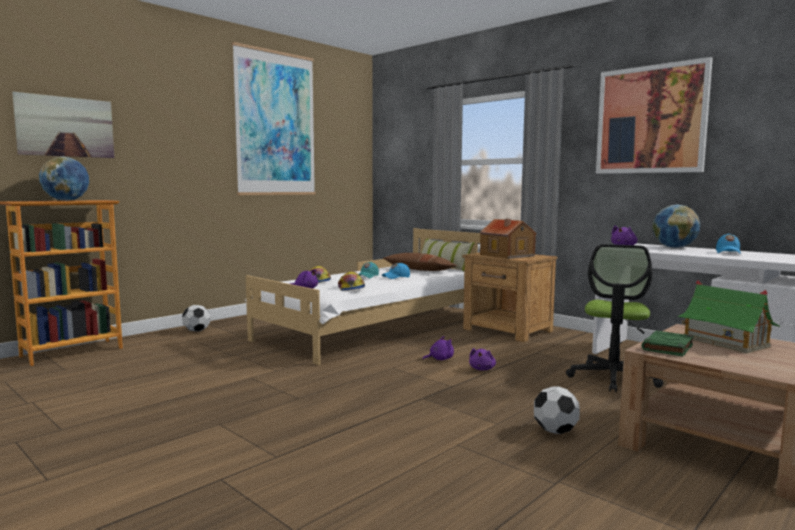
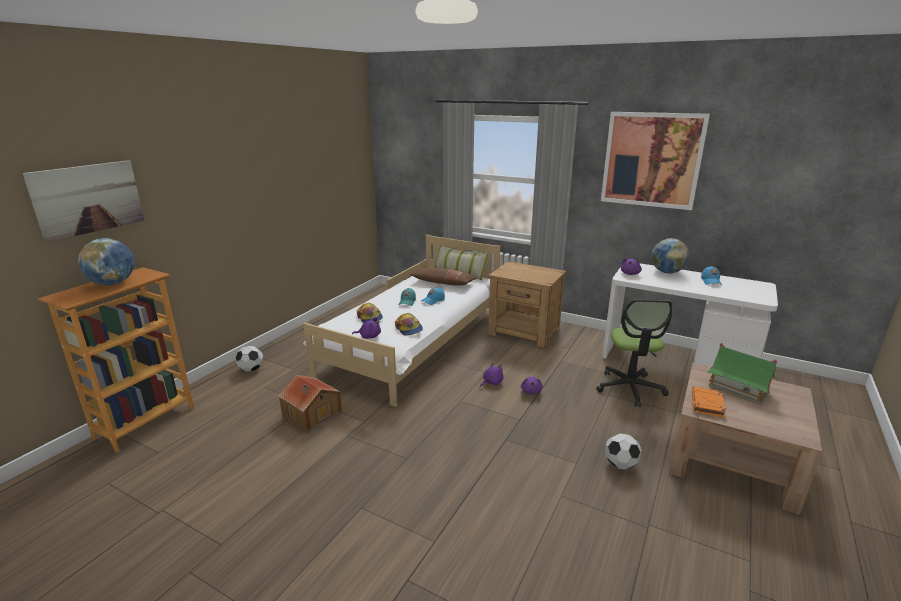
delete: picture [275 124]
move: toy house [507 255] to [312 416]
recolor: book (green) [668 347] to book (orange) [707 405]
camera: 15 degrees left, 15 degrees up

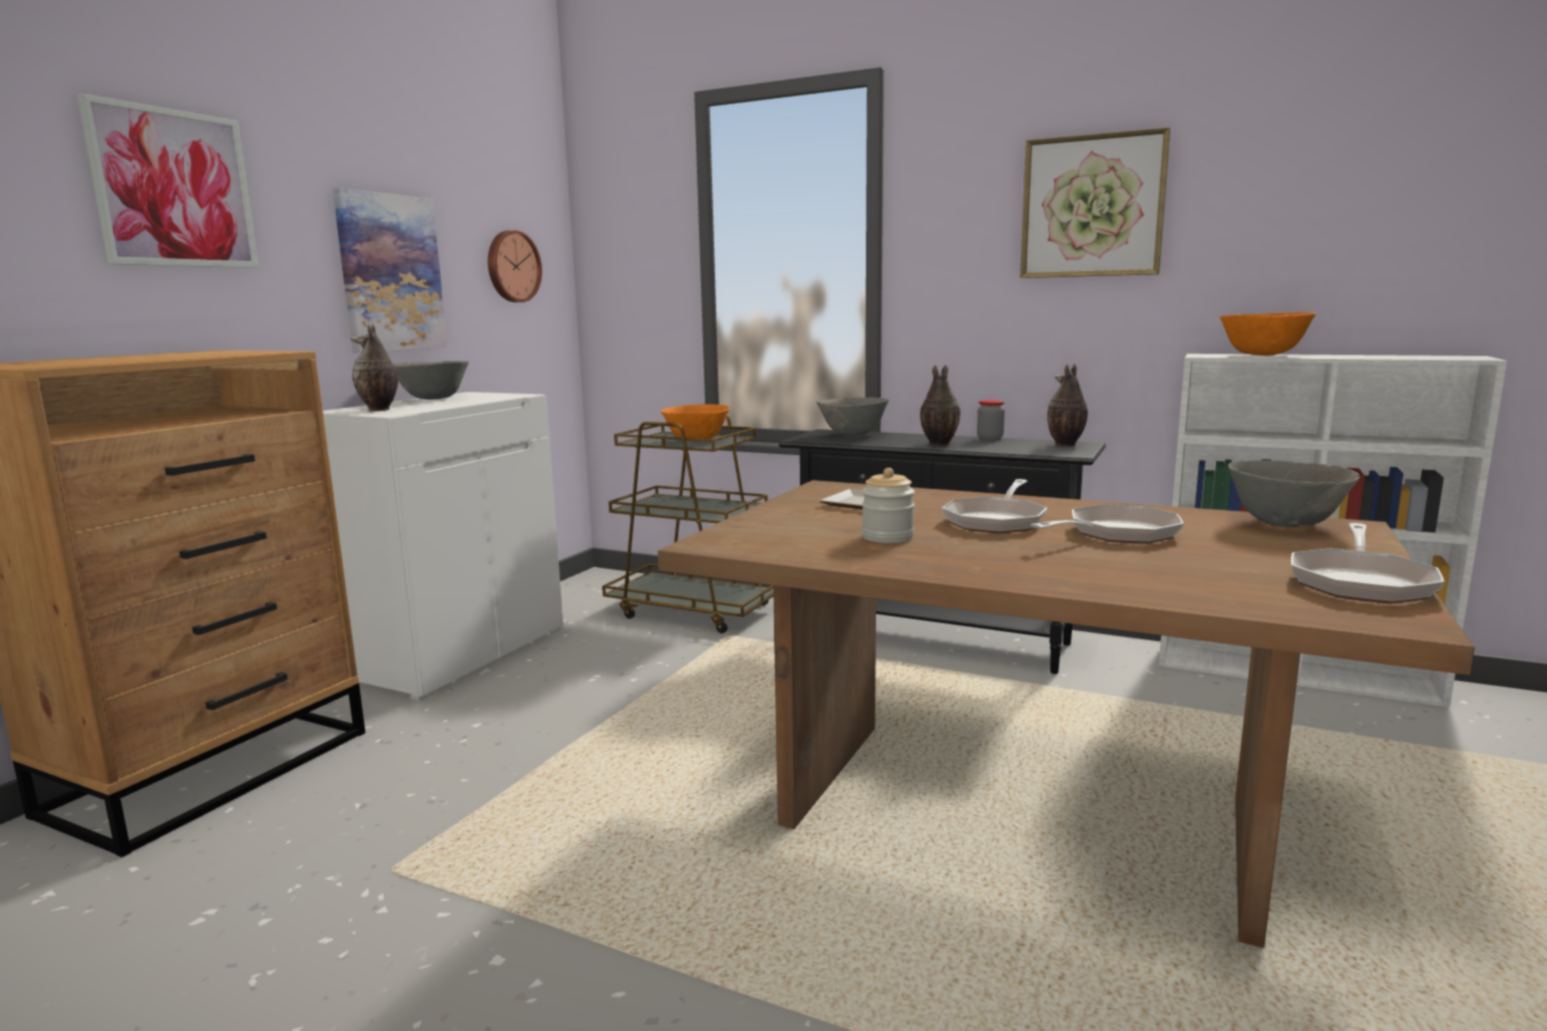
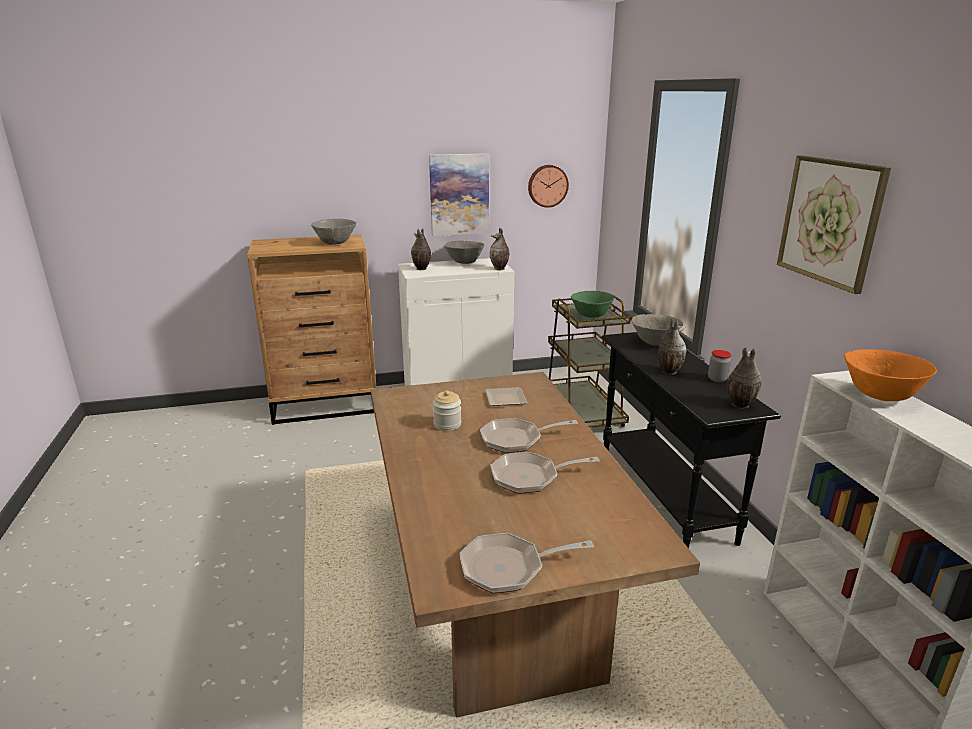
delete: picture [173 188]
insert: vase [499 269]
move: bowl (grey) [1284 523] to [335 243]
recolor: bowl (orange) [696 441] to bowl (green) [591 316]
rotate: frying pan [1116 534] = [530 477] 150 degrees clockwise
camera: 50 degrees right, 10 degrees up

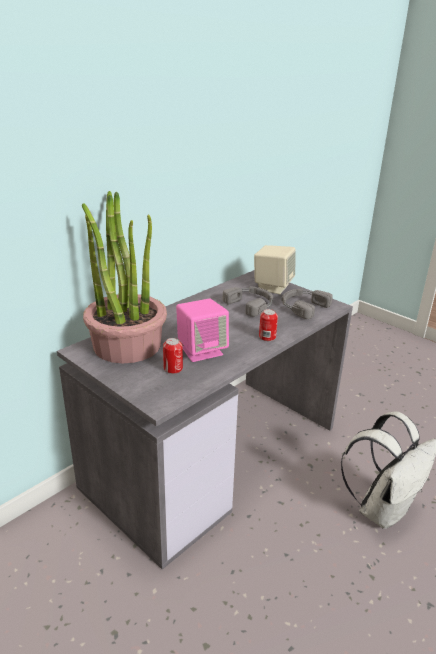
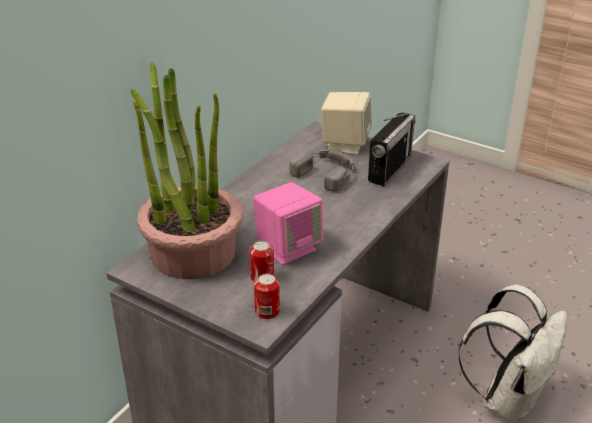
move: can [267 337] to [267 311]
replace: headphones (grey) [302 306] to radio [390 169]
camera: 10 degrees left, 5 degrees up

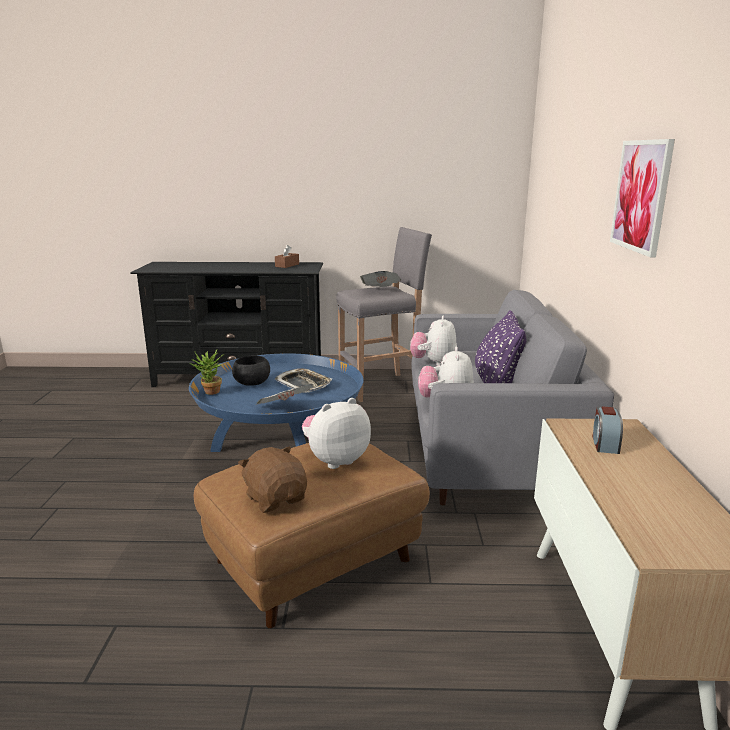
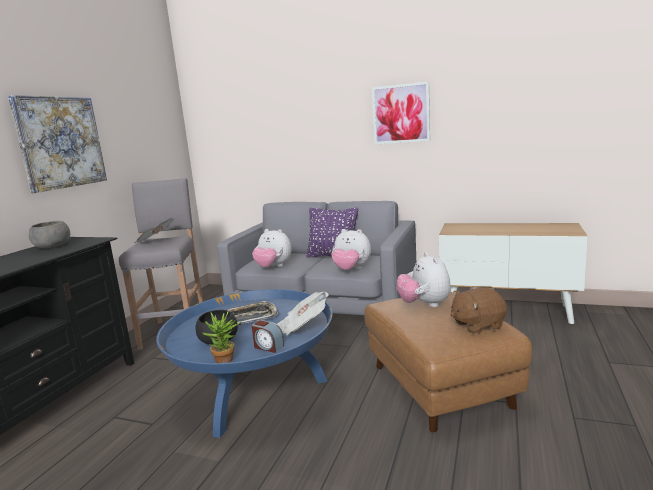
insert: picture [60 142]
move: alarm clock [605 444] to [268 347]
replace: tissue box (brown) [287 265] to bowl (grey) [52 246]
camera: 70 degrees left, 5 degrees down

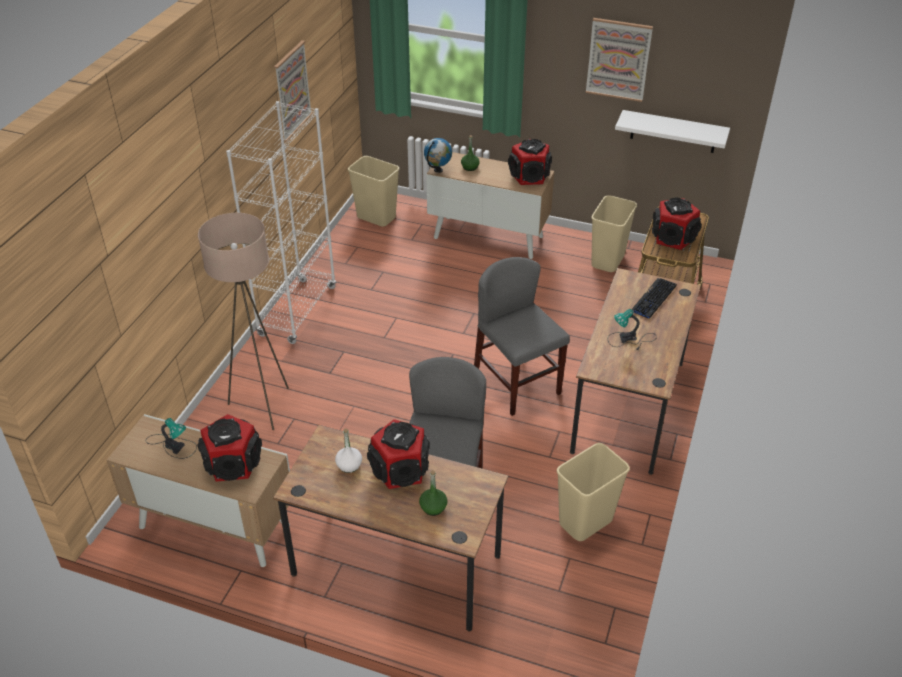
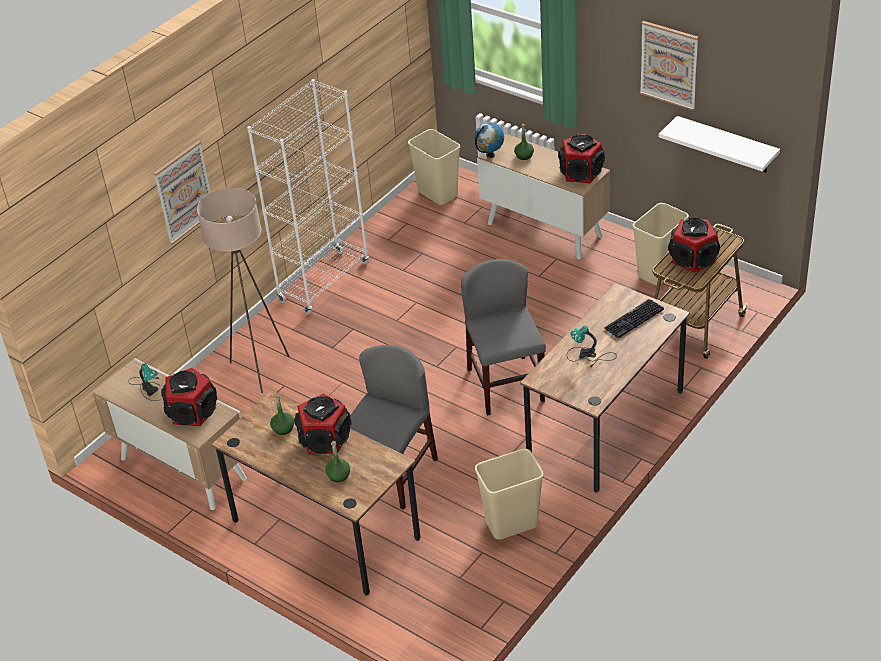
move: picture [292 91] to [183 192]
recolor: bottle (white) [349 465] to bottle (green) [283 428]
camera: 20 degrees right, 0 degrees up

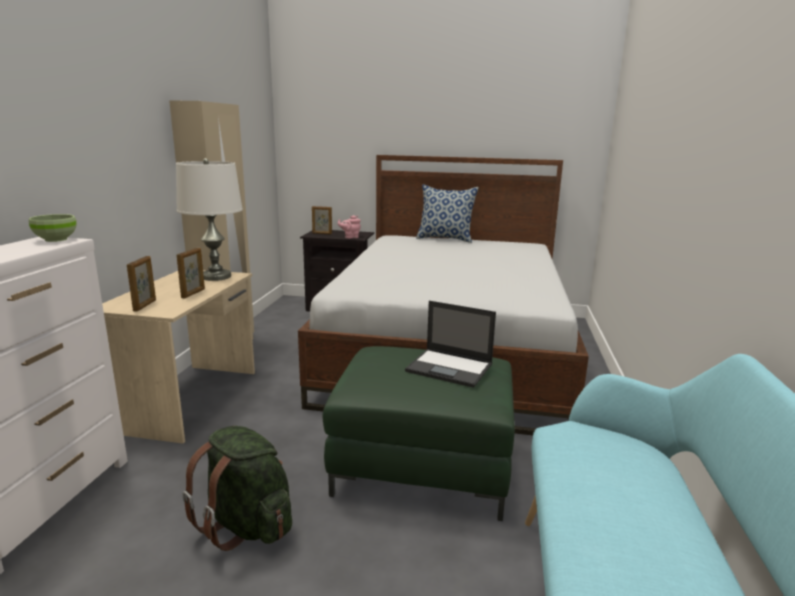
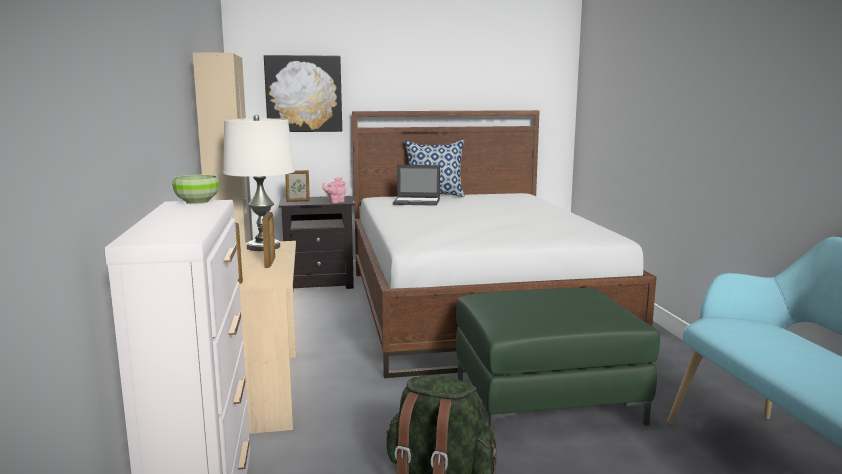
insert: picture [303 94]
move: laptop [450 368] to [417 202]
camera: 20 degrees left, 5 degrees down

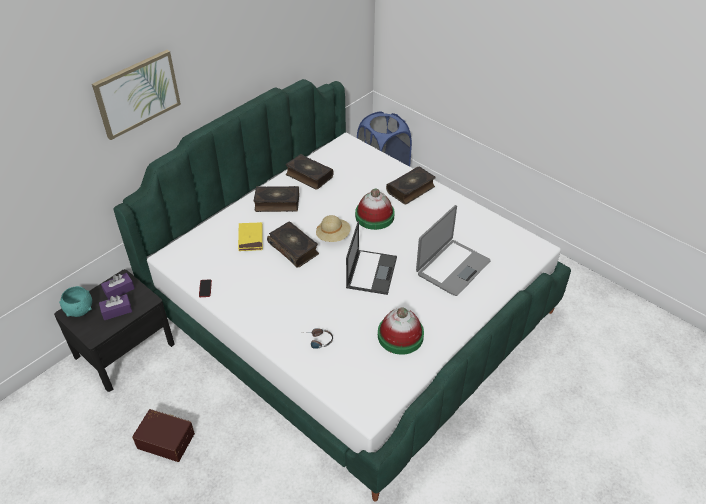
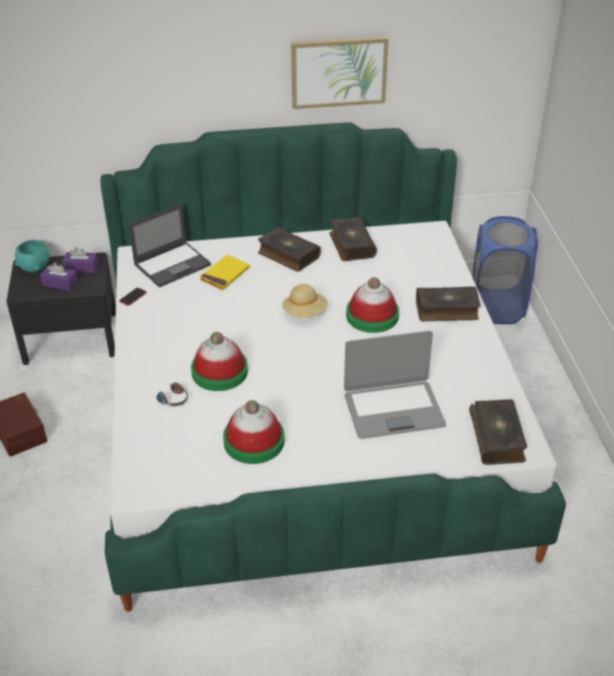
insert: hat [219 372]
move: picture [137 93] to [338 72]; book [294 249] to [497 438]; laptop [371 272] to [173 264]
camera: 40 degrees right, 5 degrees down

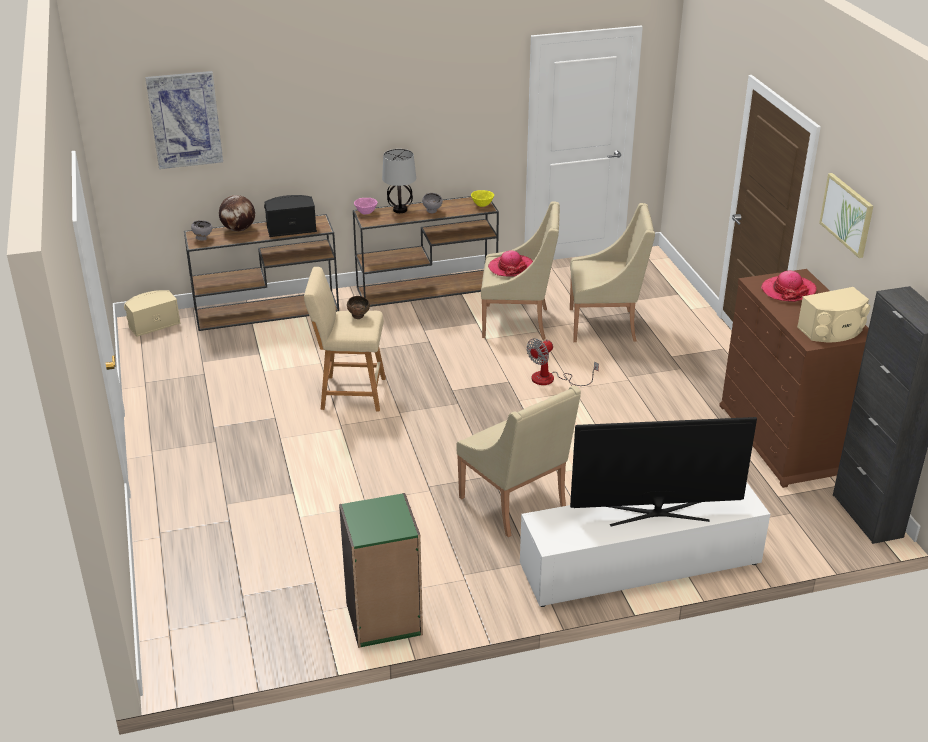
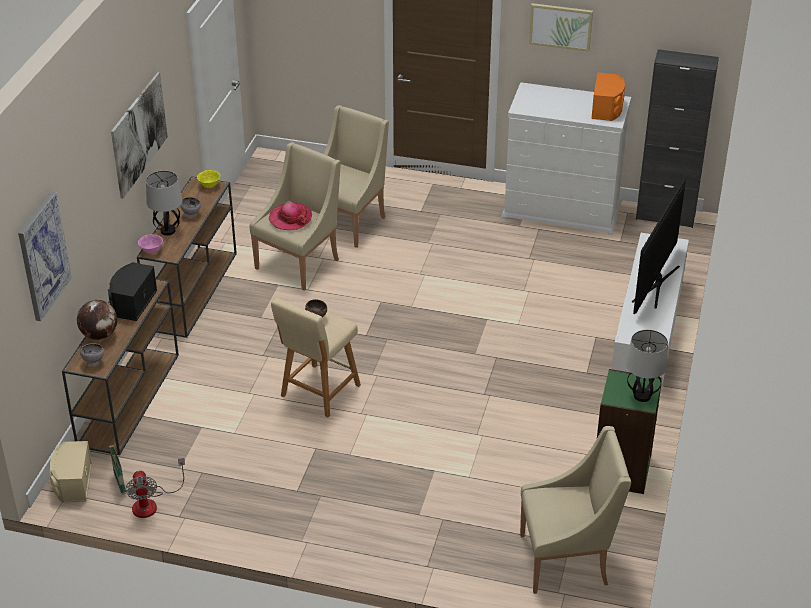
delete: hat [788 290]
insert: basket [119 483]; picture [139 134]; table lamp [642 395]
move: armchair (beige) [515 504] to [567 560]; fan [551 379] to [151 503]
recolor: dresser (brown) [784 439] to dresser (white) [562 209]; speaker (beige) [832 331] to speaker (orange) [607 108]
camera: 60 degrees left, 5 degrees up

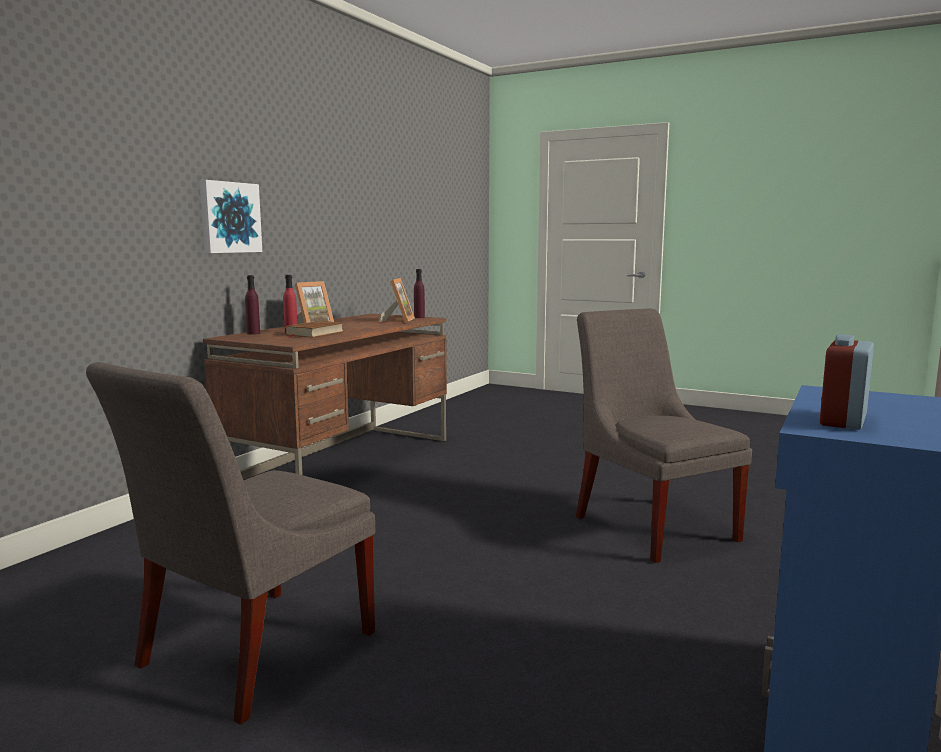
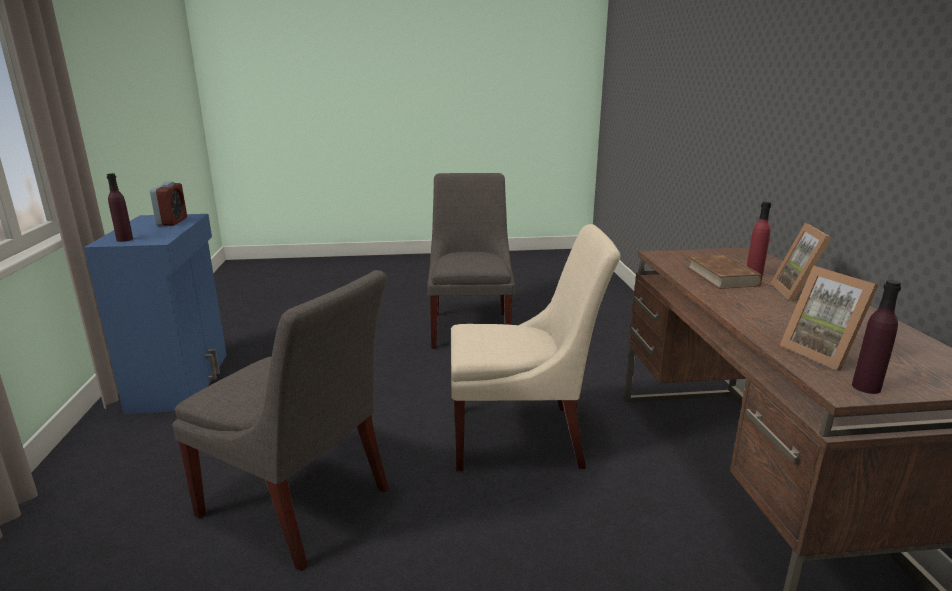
delete: picture [229 217]
insert: chair (beige) [523 437]
move: bottle (purple) [253 333] to [124 239]
camera: 145 degrees right, 10 degrees up

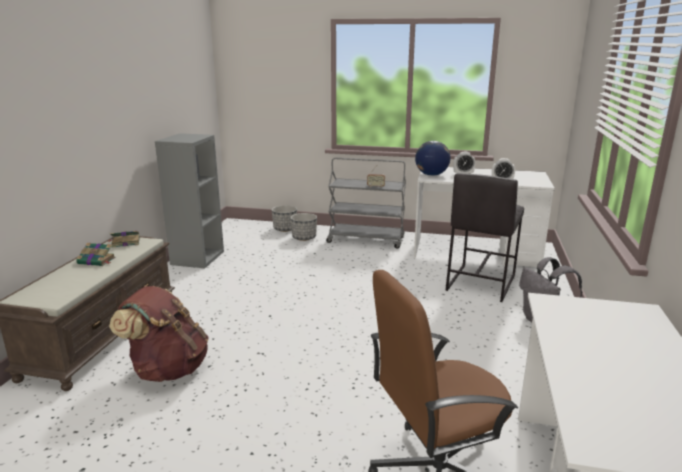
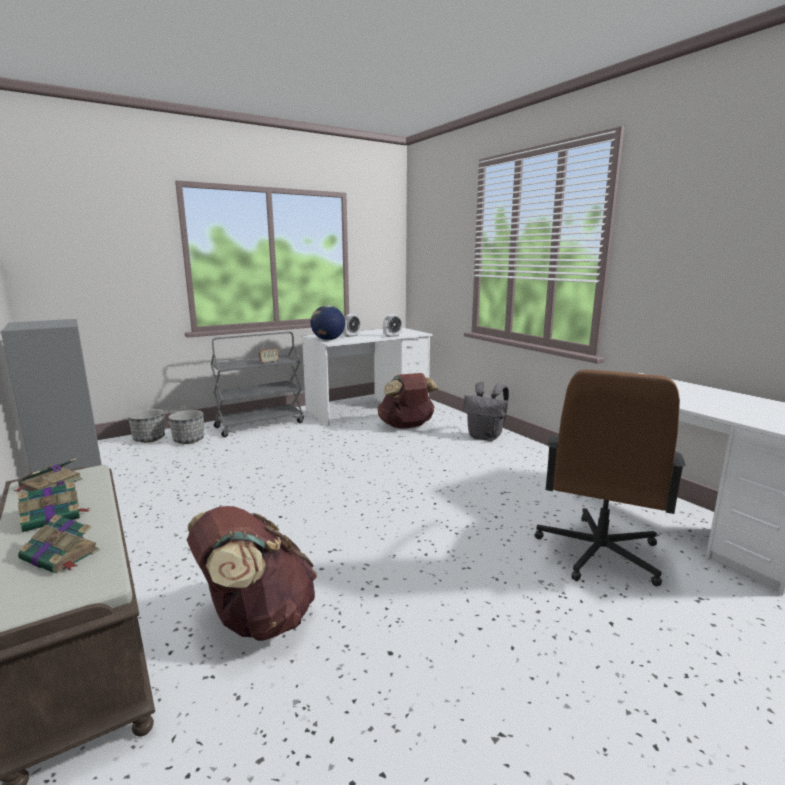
insert: book [61 556]
replace: stool (grey) [480 282] to backpack (brown) [406 427]
camera: 45 degrees left, 5 degrees down

